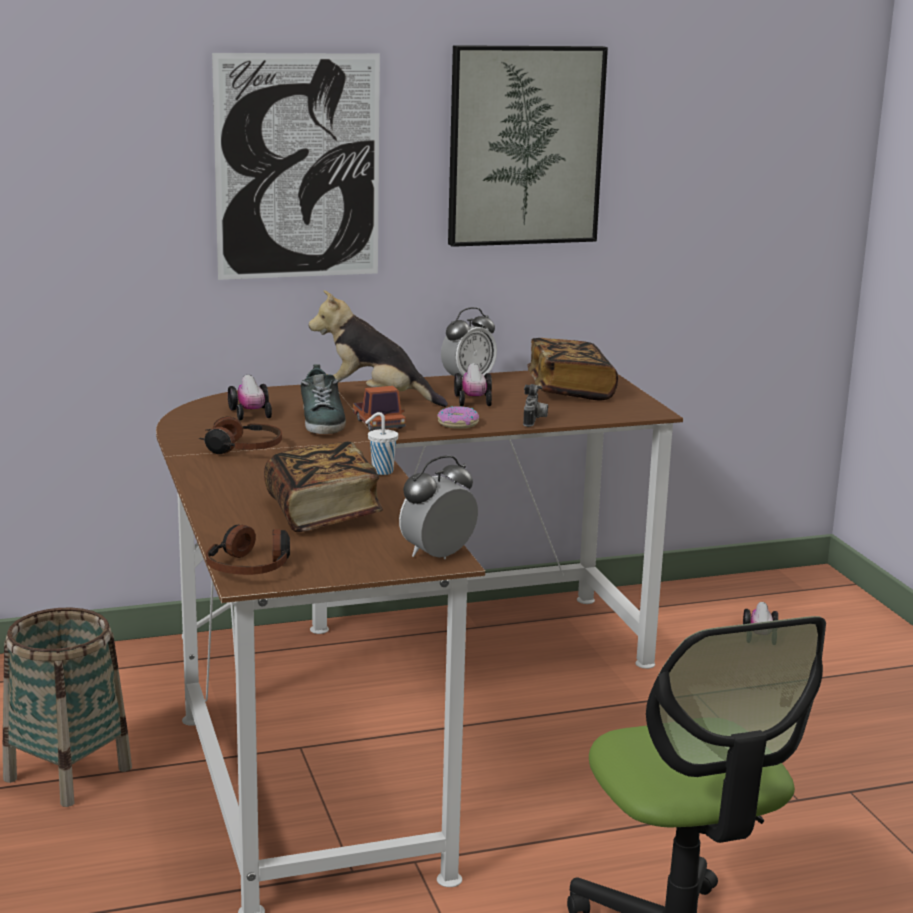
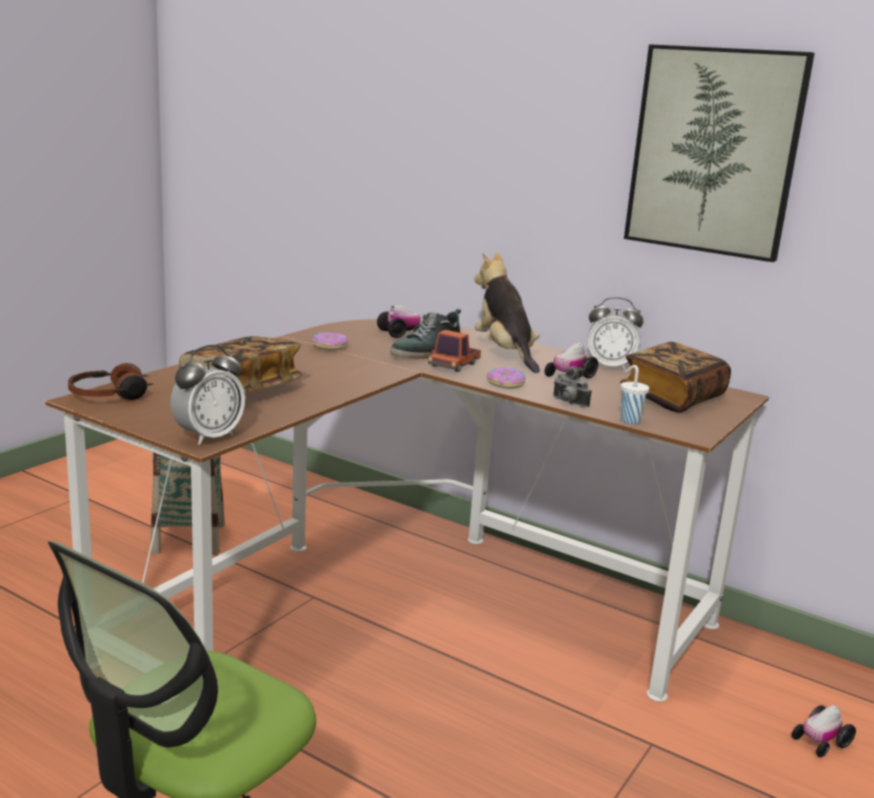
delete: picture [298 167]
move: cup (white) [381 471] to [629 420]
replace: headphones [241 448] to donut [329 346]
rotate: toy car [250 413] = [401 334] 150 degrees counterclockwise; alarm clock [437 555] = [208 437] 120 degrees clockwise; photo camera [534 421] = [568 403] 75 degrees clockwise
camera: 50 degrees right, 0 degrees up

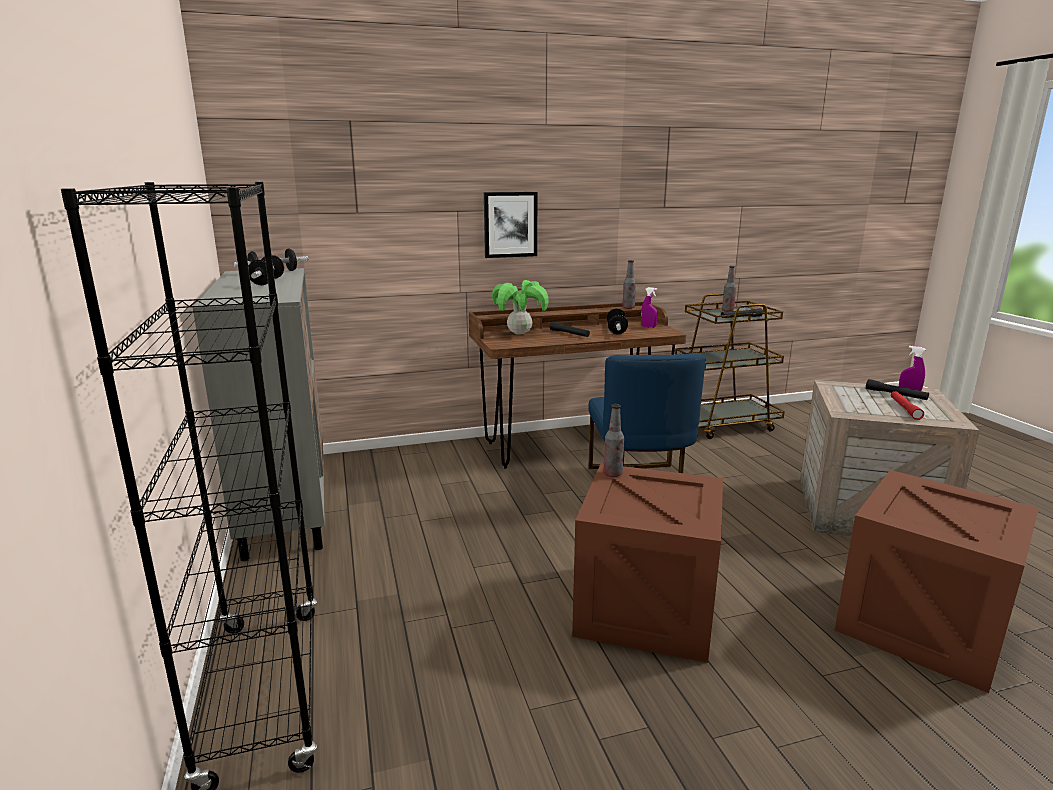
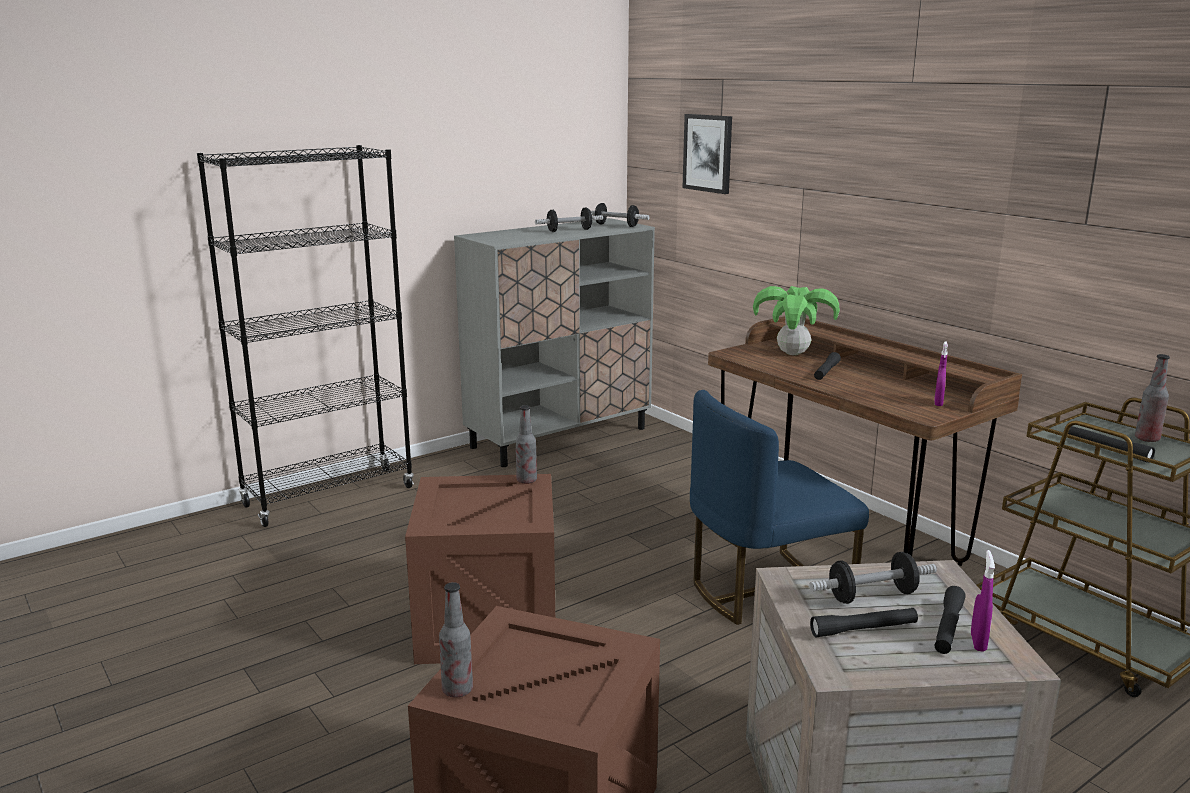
move: picture [510 224] to [708 153]; dumbbell [616 330] to [872 596]; bottle [628 308] to [457 690]
recolor: flashlight (red) [905 409] to flashlight (black) [863 629]
camera: 70 degrees right, 0 degrees up

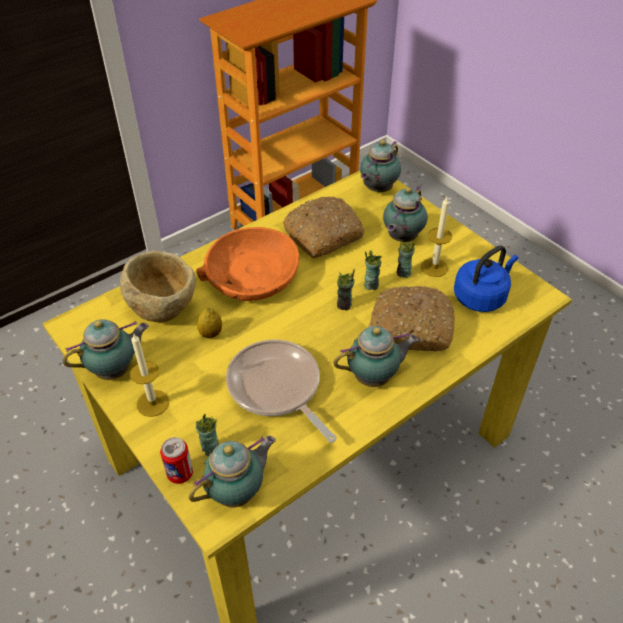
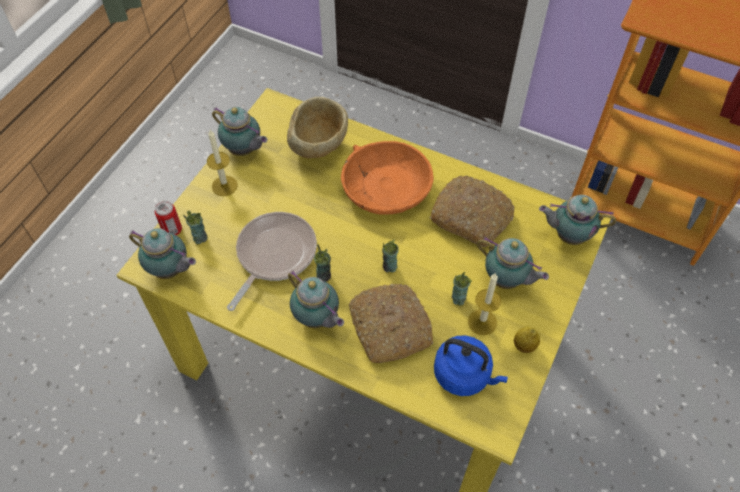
move: lemon [211 333] to [524 346]; cup [371 285] to [324 275]
rotate: teapot [401 238] = [506 280] 150 degrees counterclockwise
camera: 65 degrees right, 10 degrees up

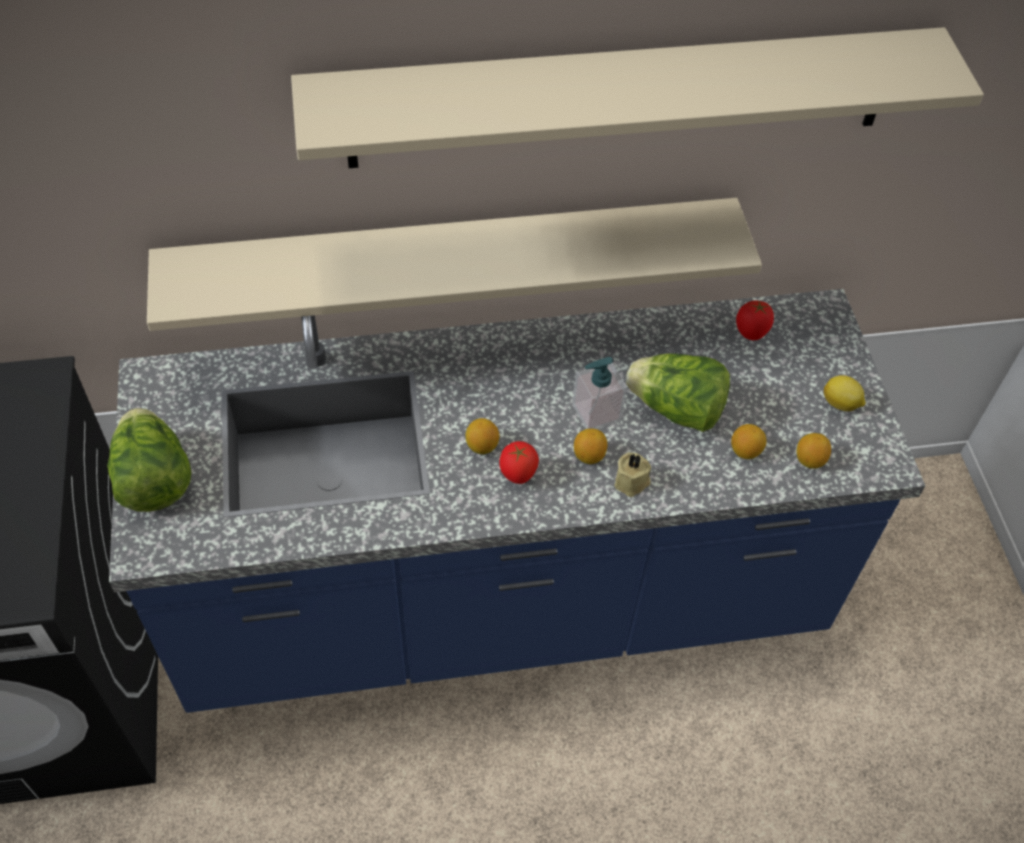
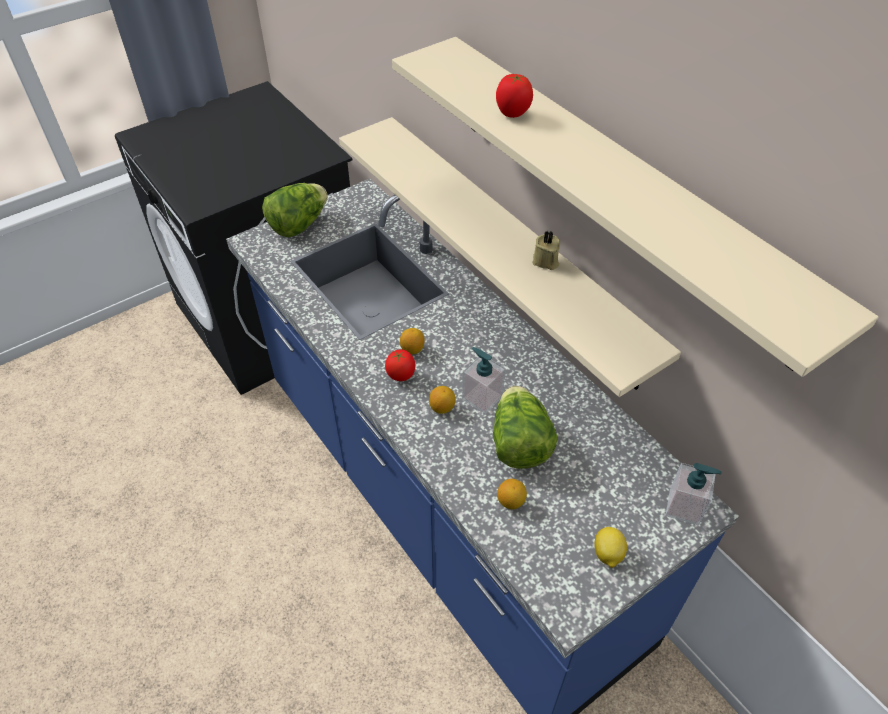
delete: lemon [809 460]
insert: soap dispenser [684 507]
move: candle (beige) [632 482] to [545 261]; tomato [751 334] to [512 114]
camera: 65 degrees right, 5 degrees down

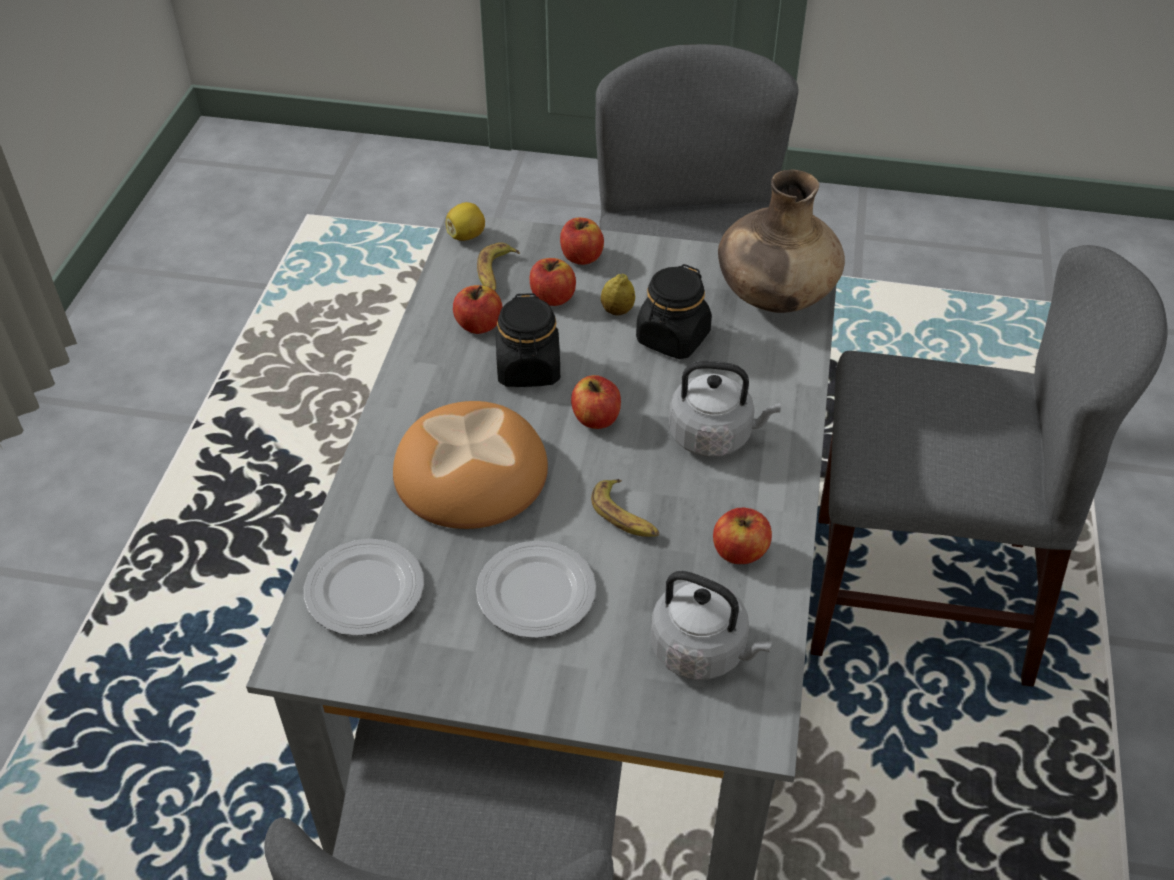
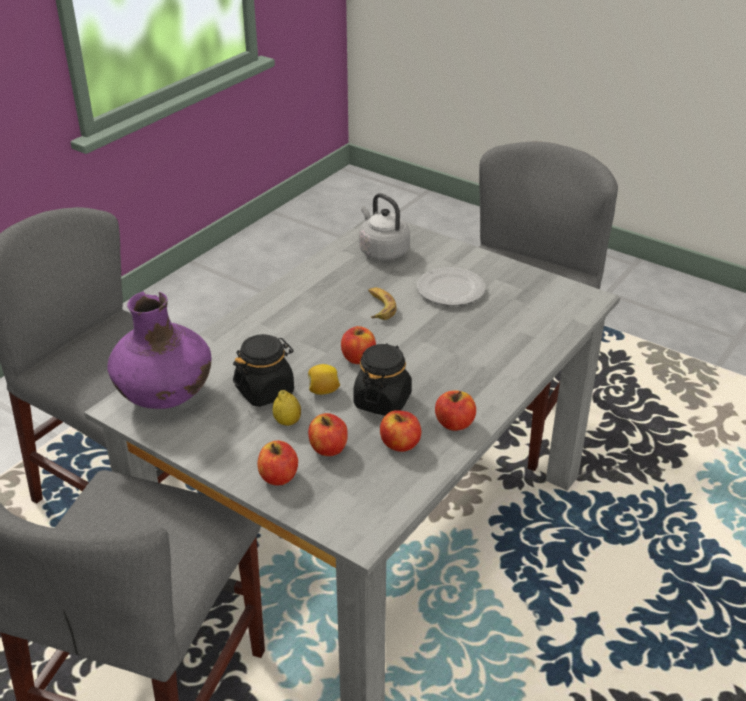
delete: plate [364 591]; bread [469 474]; banana [496 274]; kettle (grey) [715 436]
move: lemon [466 235] to [323 391]; apple [739 551] to [454 423]
recolor: vase (brown) [774 297] to vase (purple) [166 396]
camera: 155 degrees left, 10 degrees down

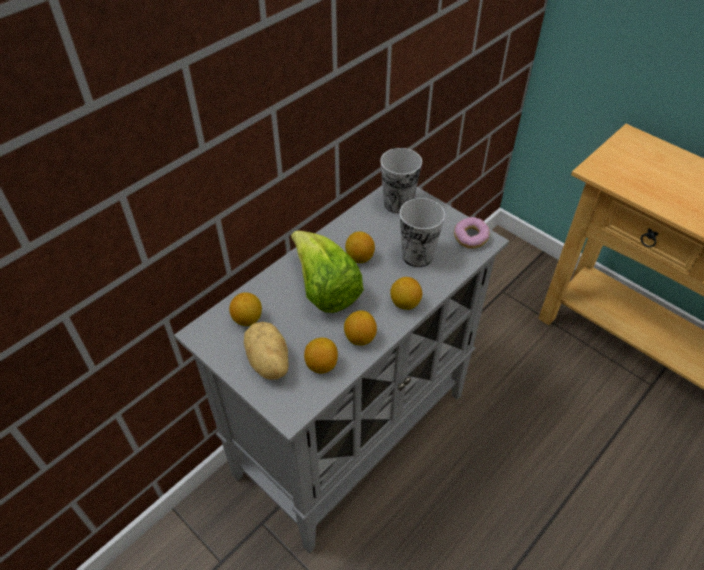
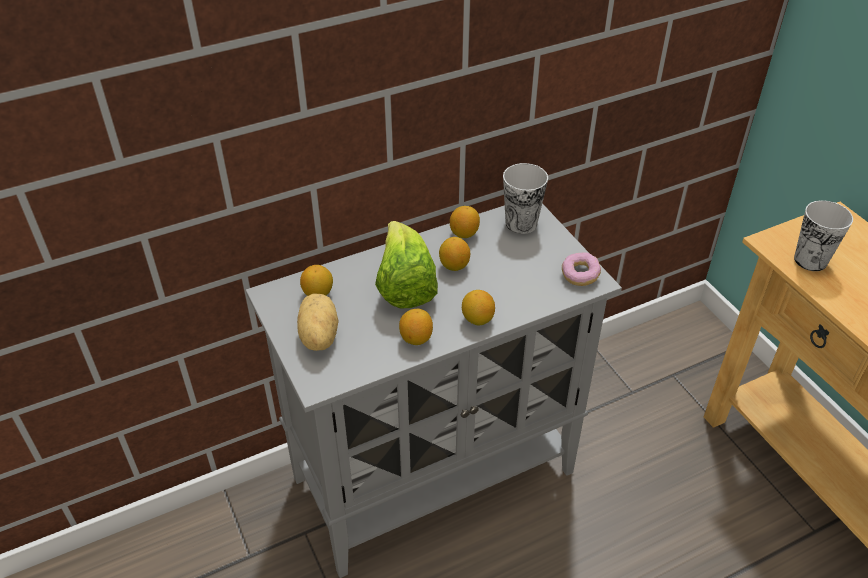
move: lemon [321 365] to [464 233]; cup [417 255] to [810 260]
camera: 20 degrees right, 5 degrees down

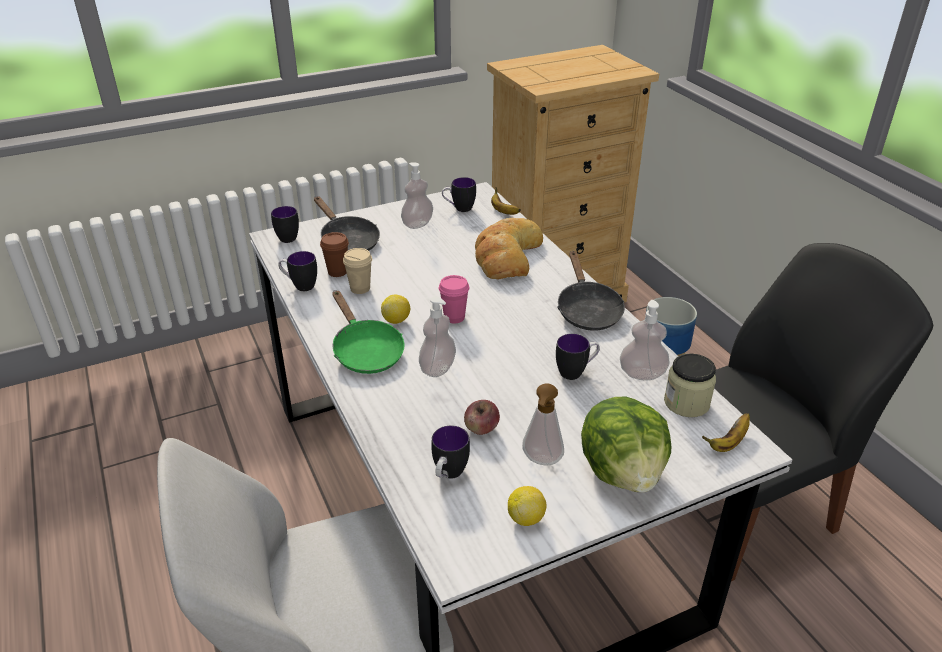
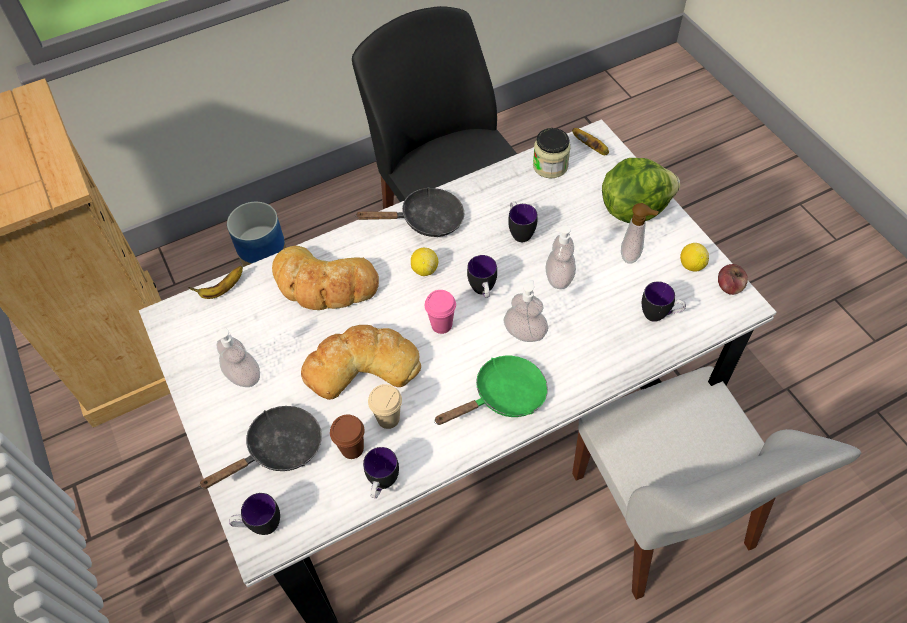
insert: bread [361 365]
move: lemon [396 320] to [424 269]; mug [459 209] to [483 292]; apple [481 428] to [729 287]; soap dispenser [642 374] to [559 277]
camera: 90 degrees left, 20 degrees up

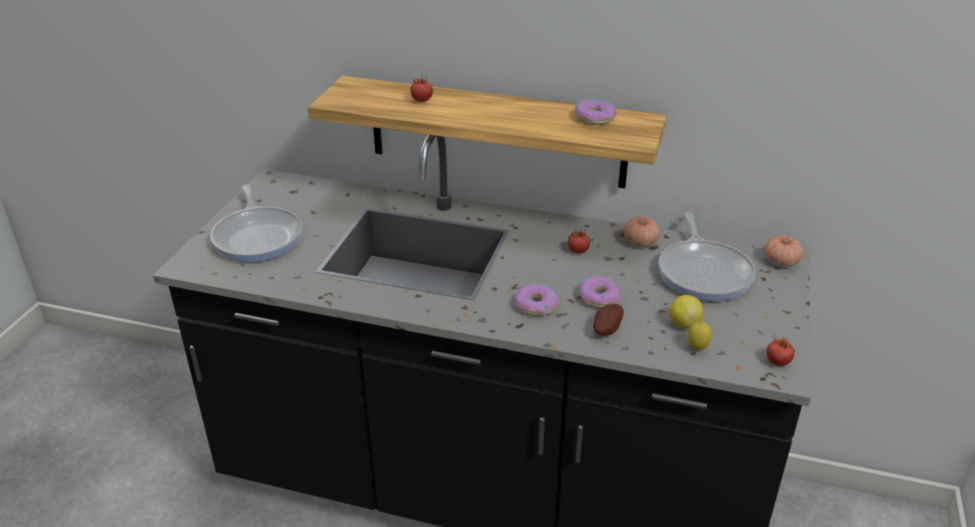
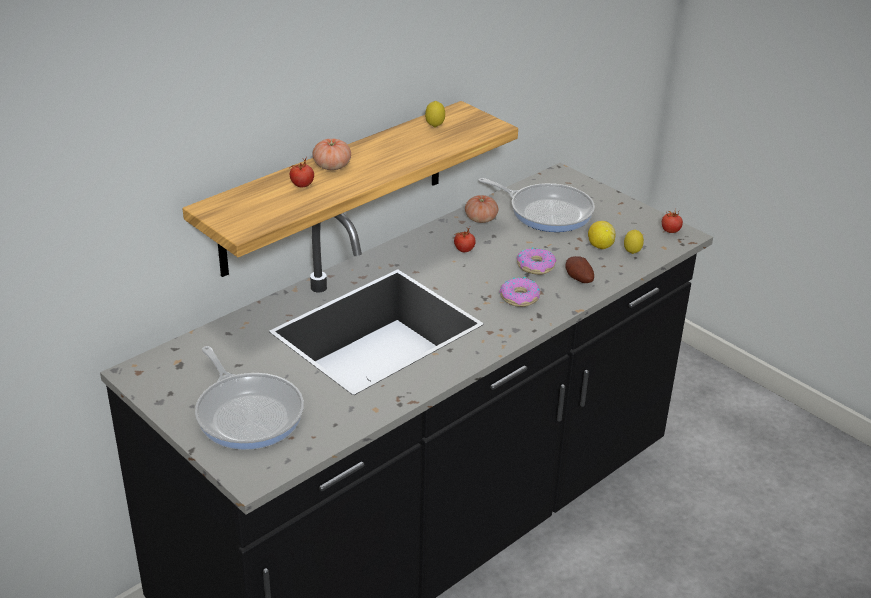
move: tomato [781 262] to [332 166]
replace: donut [594 118] to lemon [434 127]
rotate: frying pan [258 237] = [248 413] 45 degrees clockwise
camera: 60 degrees left, 0 degrees up

